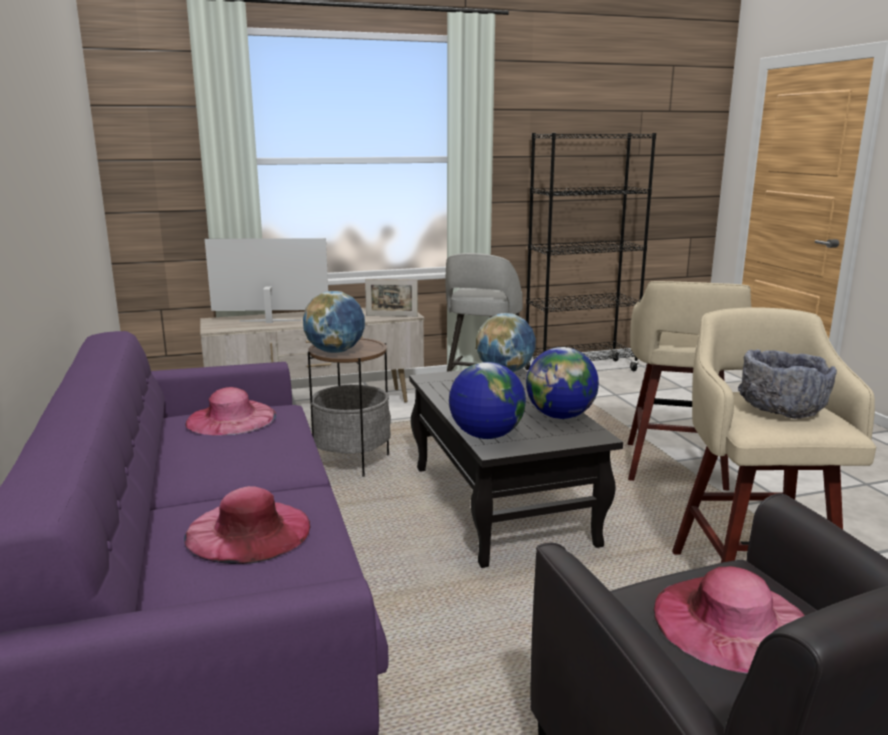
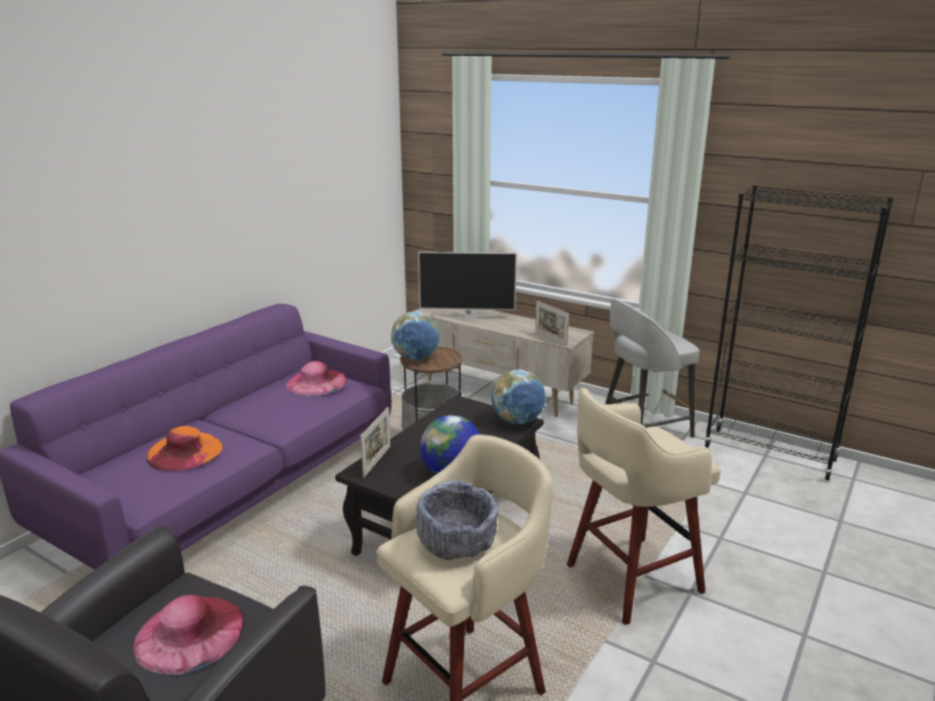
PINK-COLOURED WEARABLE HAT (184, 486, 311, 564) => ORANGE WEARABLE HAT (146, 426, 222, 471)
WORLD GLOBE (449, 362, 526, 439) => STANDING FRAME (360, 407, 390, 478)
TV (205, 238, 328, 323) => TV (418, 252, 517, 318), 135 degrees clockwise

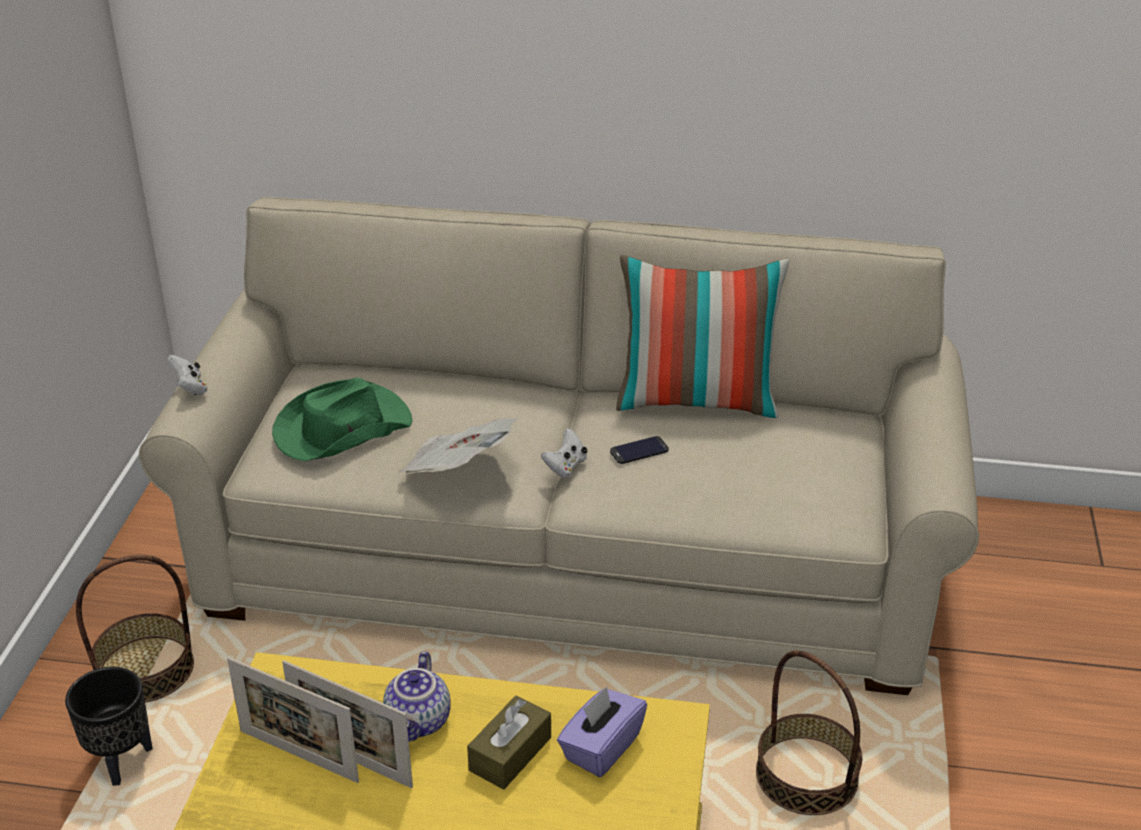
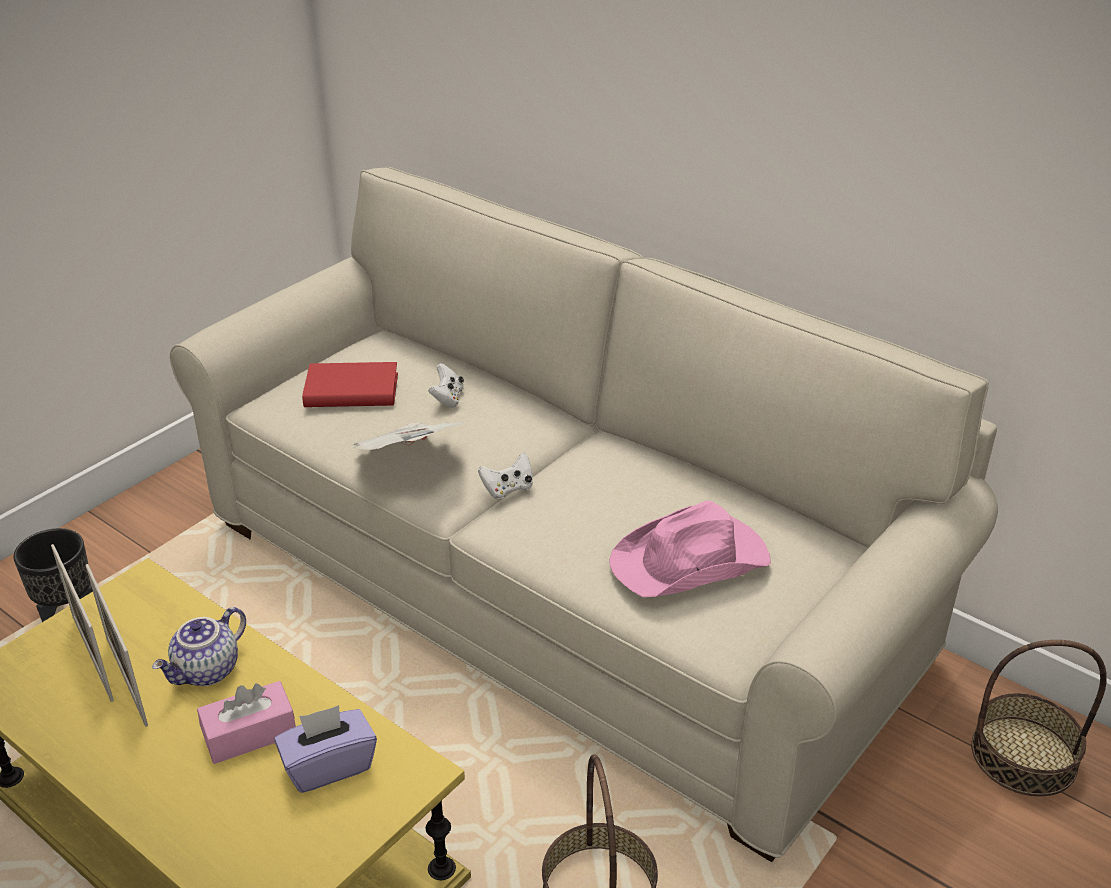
BROWNISH TISSUE BOX (467, 695, 551, 789) => PINK-COLOURED TISSUE BOX (197, 681, 296, 764)
GREEN WEARABLE HAT (272, 377, 412, 461) => REDDISH BOOK (302, 362, 398, 407)
WHITE-COLOURED GAMEPAD (167, 355, 207, 395) => WHITE-COLOURED GAMEPAD (429, 363, 464, 408), moved
nothing => PINK-COLOURED WEARABLE HAT (609, 500, 771, 597)
STORAGE BASKET (76, 555, 194, 703) => STORAGE BASKET (971, 640, 1107, 797), moved
TELEPHONE (610, 436, 669, 464) => nothing
THROW PILLOW (616, 255, 789, 418) => nothing

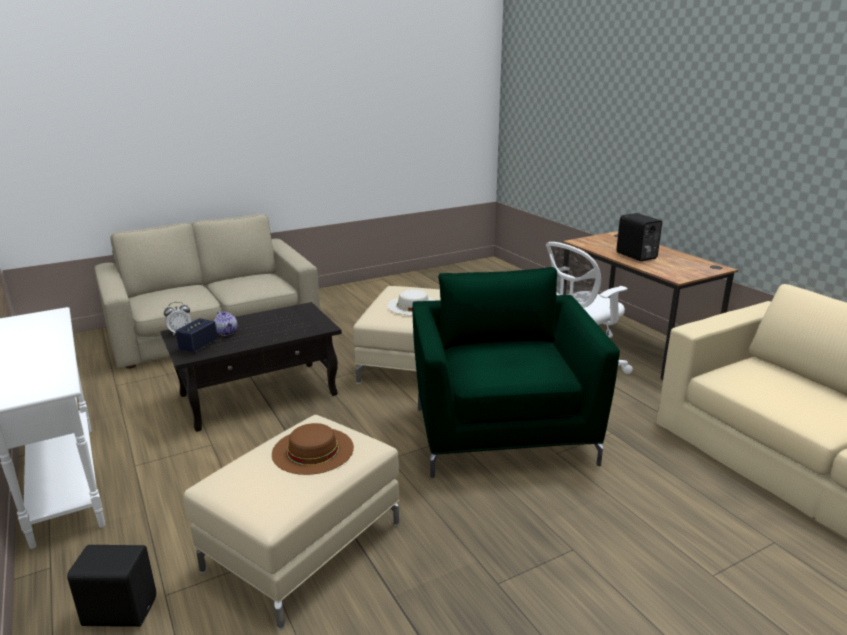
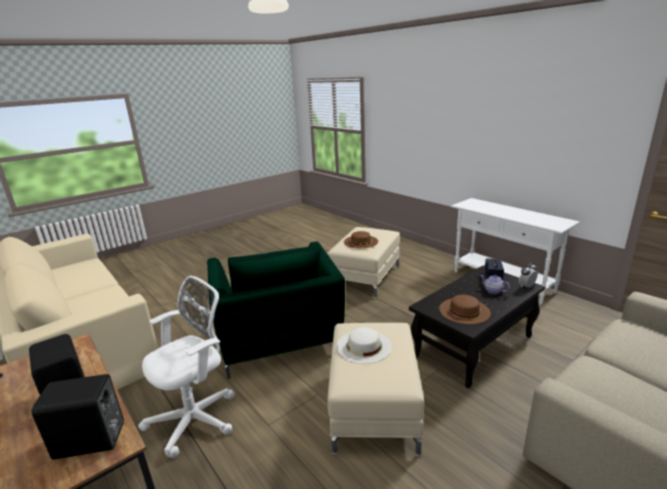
BLACKISH AUDIO SPEAKER (67, 545, 156, 627) => BLACKISH AUDIO SPEAKER (32, 374, 124, 460), moved
nothing => BROWNISH WEARABLE HAT (439, 295, 491, 324)

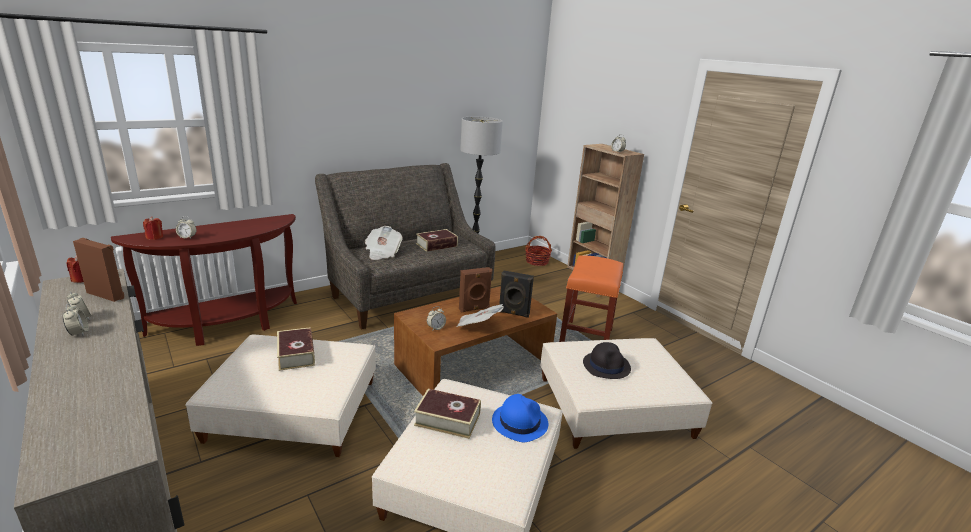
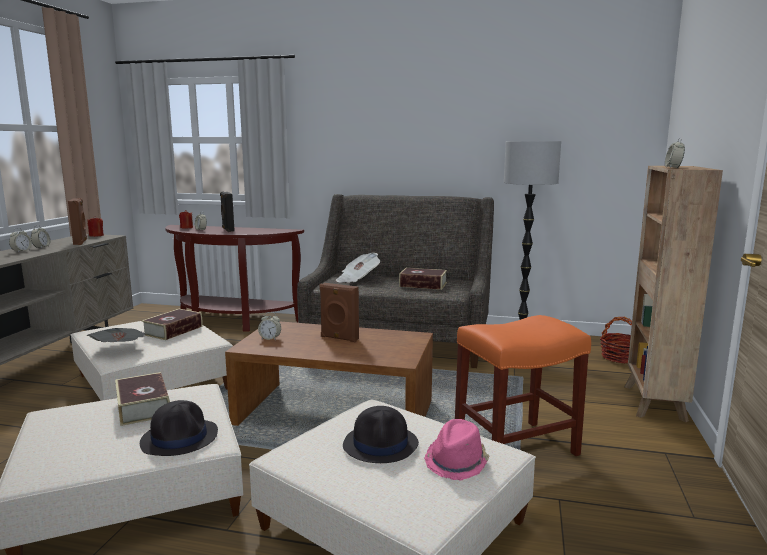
PRINTED PAPER (456, 304, 504, 327) => PRINTED PAPER (86, 328, 146, 342), moved
BLUE-COLOURED WEARABLE HAT (492, 394, 548, 442) => BLACKISH WEARABLE HAT (140, 400, 218, 456)
BLACKISH AUDIO SPEAKER (499, 271, 534, 318) => BLACKISH AUDIO SPEAKER (220, 192, 235, 232), moved
nothing => PINK-COLOURED WEARABLE HAT (424, 419, 489, 480)

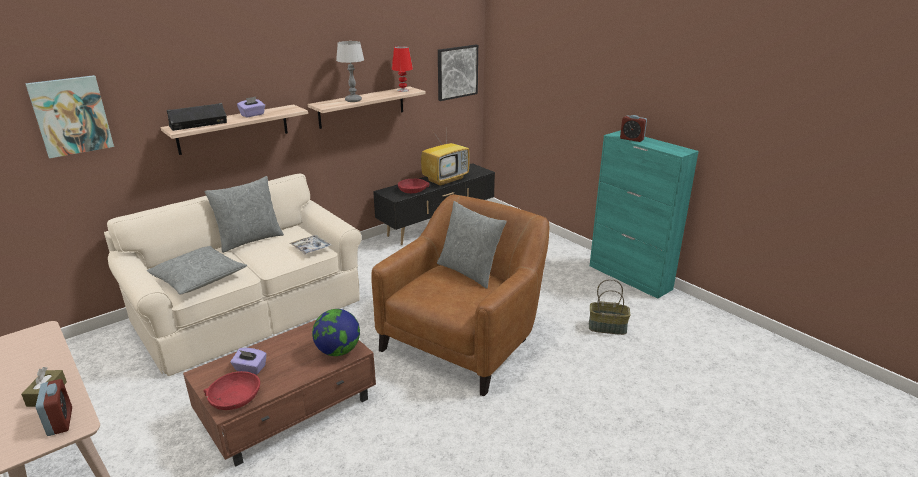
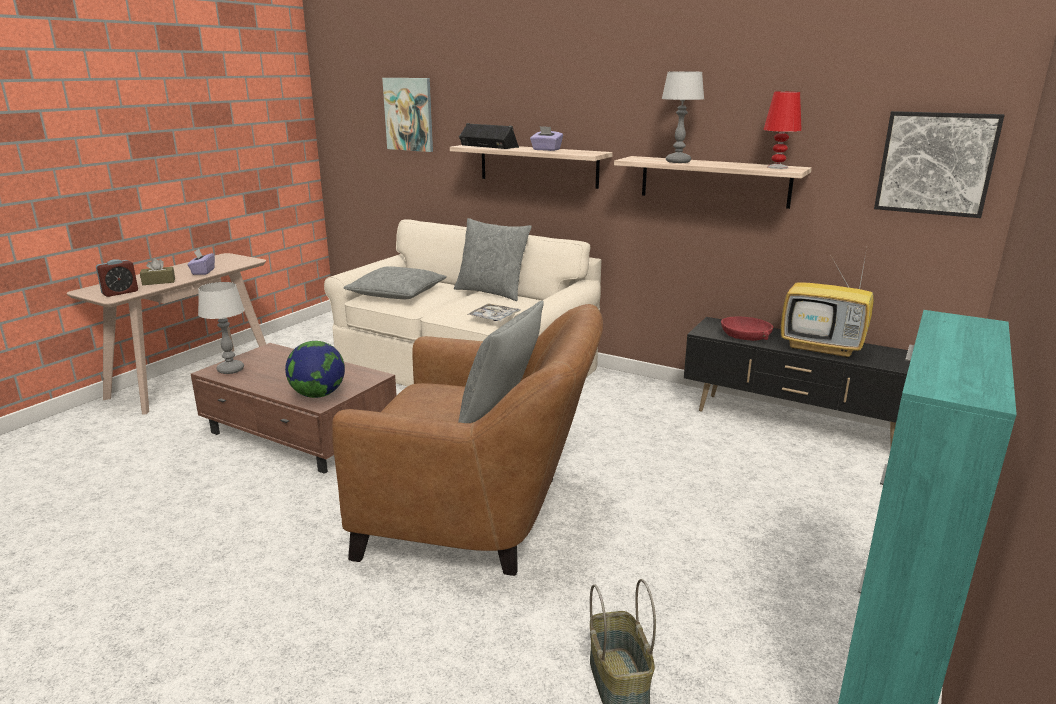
PURPLE TISSUE BOX (230, 348, 267, 374) => PURPLE TISSUE BOX (188, 249, 215, 275), moved
REDDISH SERVING BOWL (204, 371, 260, 410) => LAMP FOR A TABLE (198, 282, 244, 374)
ALARM CLOCK (620, 115, 647, 142) => nothing

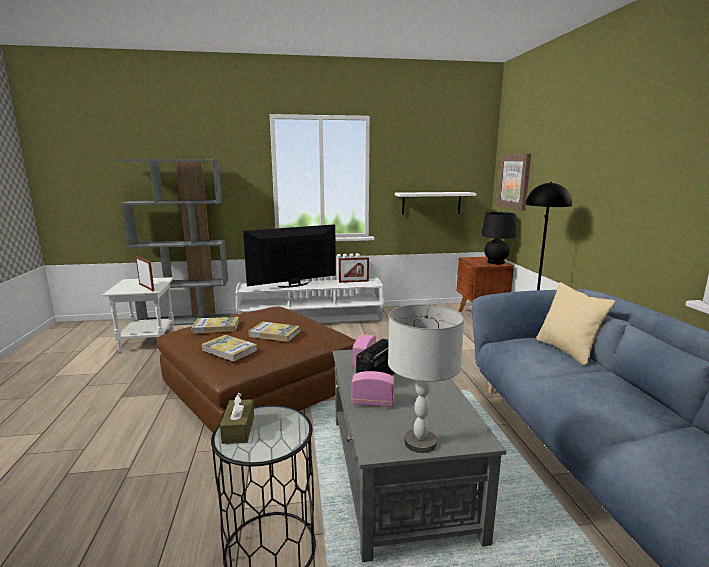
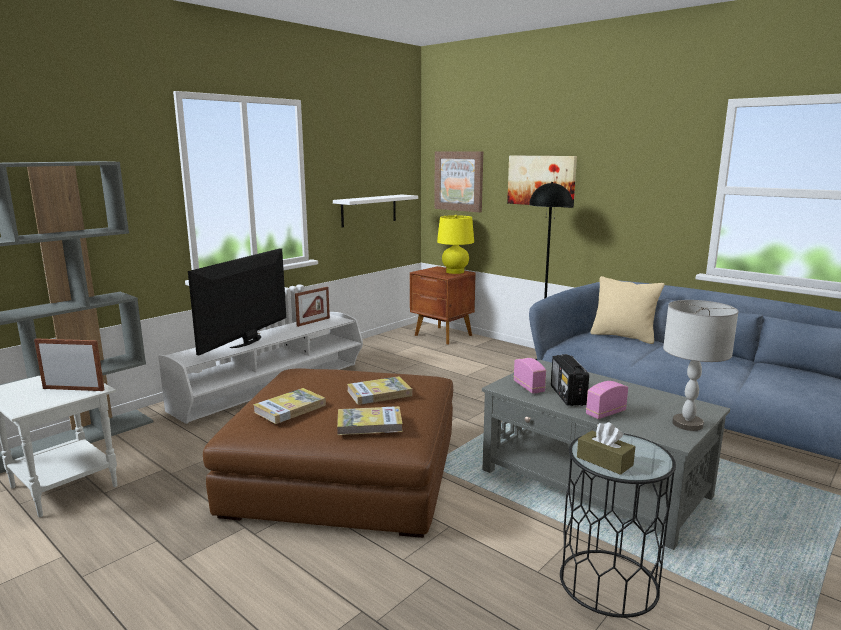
BLACKISH LAMP FOR A TABLE (481, 211, 516, 264) => YELLOW-COLOURED LAMP FOR A TABLE (437, 215, 474, 274)
nothing => PICTURE (507, 156, 577, 208)

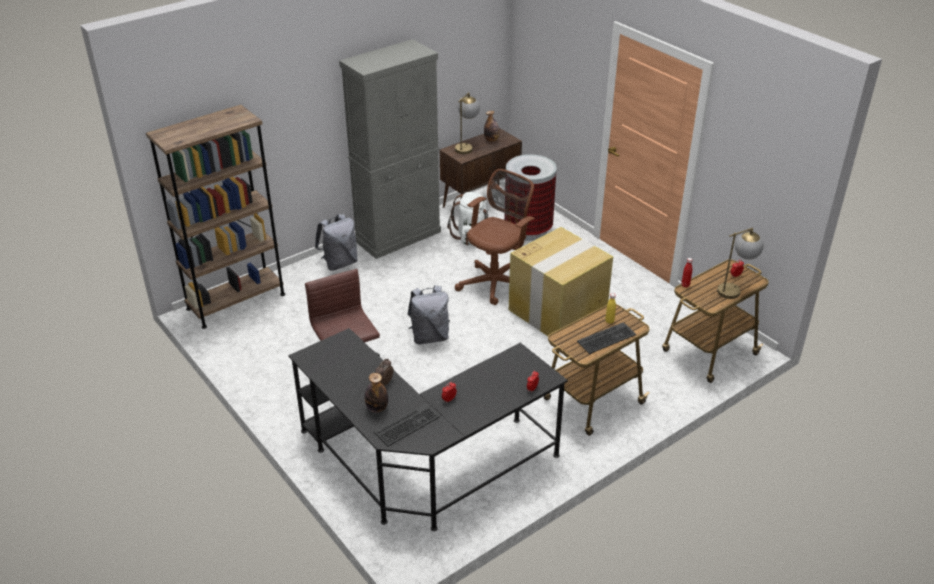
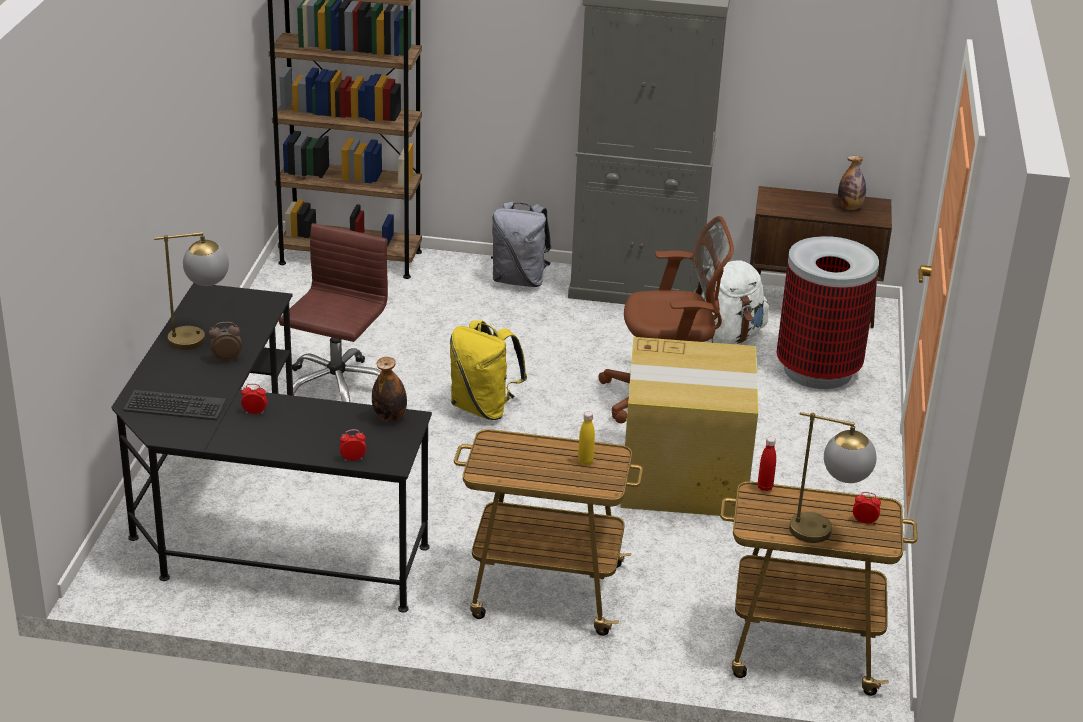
LAMP FOR A TABLE (455, 92, 480, 154) => LAMP FOR A TABLE (154, 232, 229, 350), moved
BEVERAGE BOTTLE (364, 373, 388, 413) => BEVERAGE BOTTLE (372, 357, 407, 422), moved
GRAY RUCKSACK (408, 285, 450, 345) => YELLOW-COLOURED RUCKSACK (450, 320, 527, 420)
COMPUTER KEYBOARD (577, 322, 636, 354) => nothing

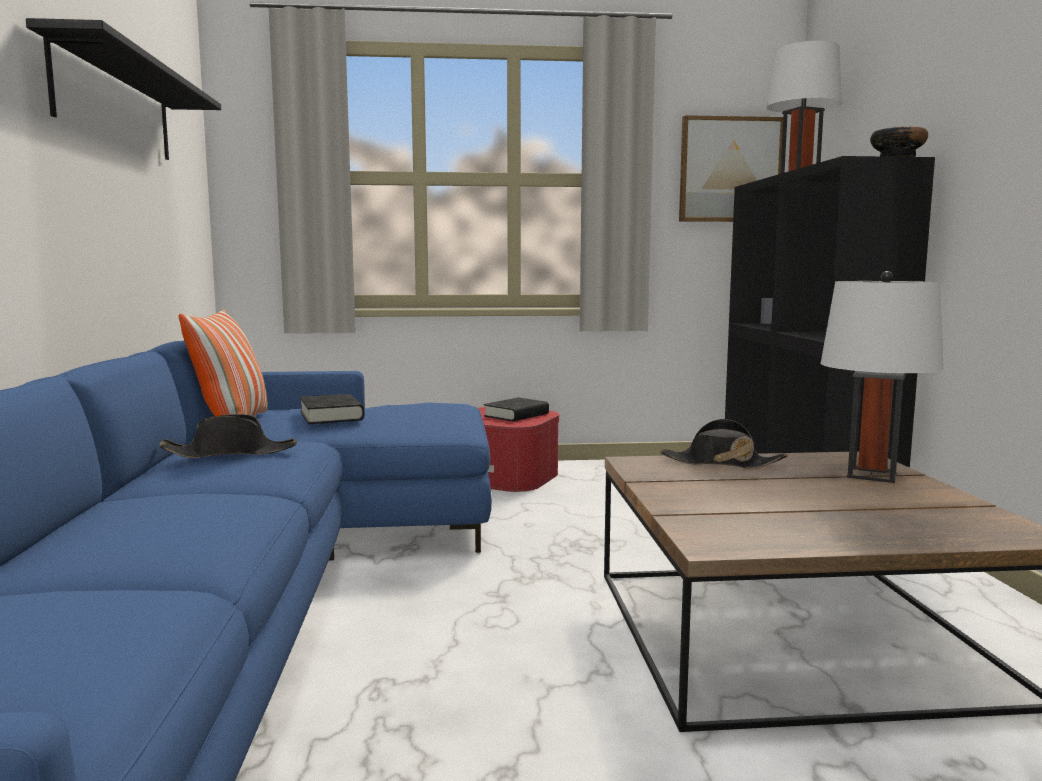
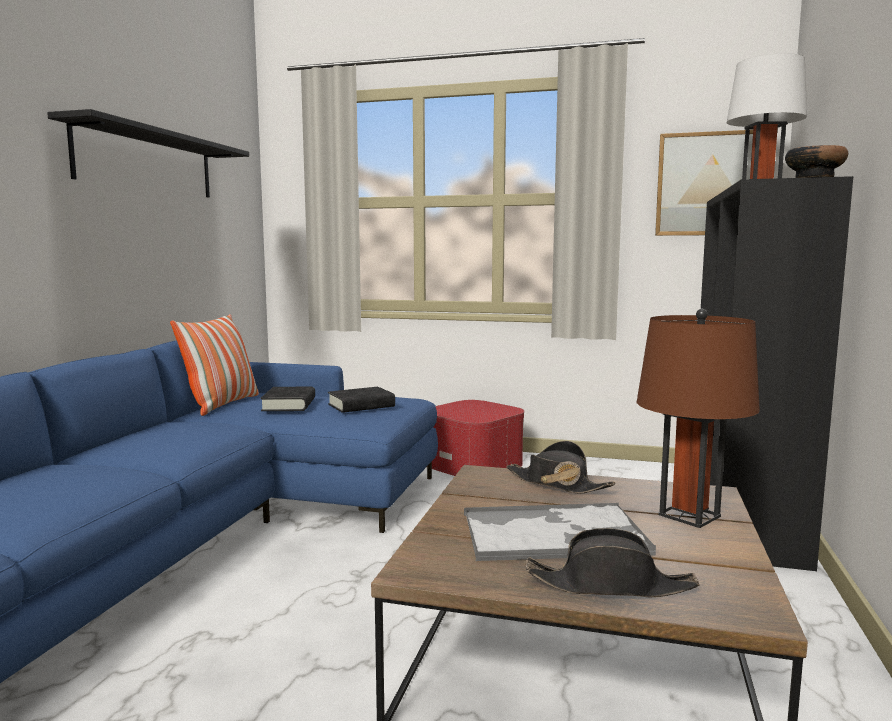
BLACKISH BOOK (484, 398, 549, 421) => BLACKISH BOOK (328, 387, 395, 413), moved
nothing => TRAY (464, 503, 656, 561)
BLACKISH WEARABLE HAT (159, 414, 297, 458) => BLACKISH WEARABLE HAT (525, 528, 700, 598), moved
WHITE-COLOURED LAMP FOR A TABLE (820, 271, 944, 483) => BROWNISH LAMP FOR A TABLE (637, 309, 760, 528)

